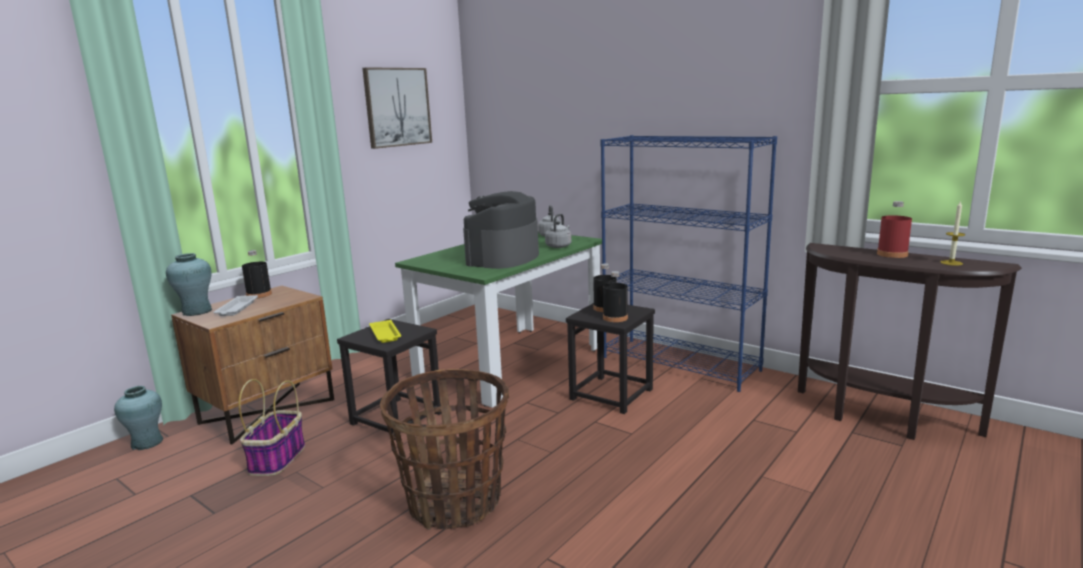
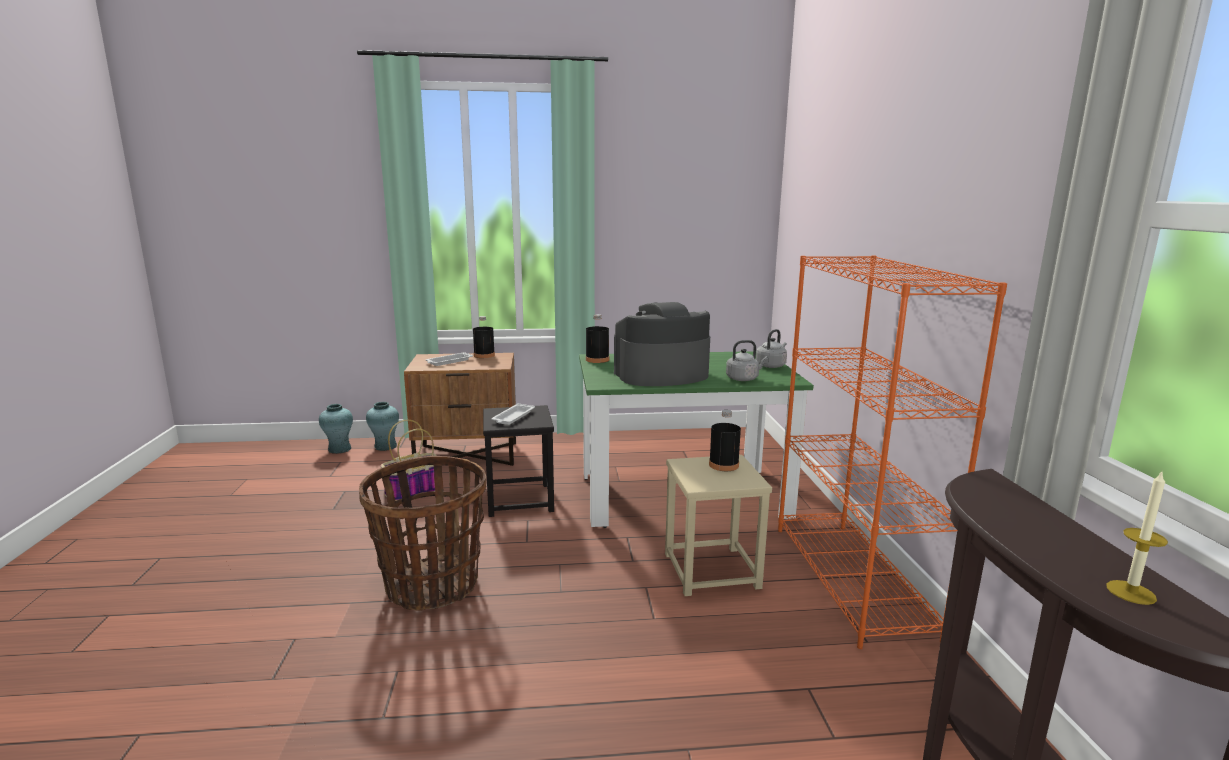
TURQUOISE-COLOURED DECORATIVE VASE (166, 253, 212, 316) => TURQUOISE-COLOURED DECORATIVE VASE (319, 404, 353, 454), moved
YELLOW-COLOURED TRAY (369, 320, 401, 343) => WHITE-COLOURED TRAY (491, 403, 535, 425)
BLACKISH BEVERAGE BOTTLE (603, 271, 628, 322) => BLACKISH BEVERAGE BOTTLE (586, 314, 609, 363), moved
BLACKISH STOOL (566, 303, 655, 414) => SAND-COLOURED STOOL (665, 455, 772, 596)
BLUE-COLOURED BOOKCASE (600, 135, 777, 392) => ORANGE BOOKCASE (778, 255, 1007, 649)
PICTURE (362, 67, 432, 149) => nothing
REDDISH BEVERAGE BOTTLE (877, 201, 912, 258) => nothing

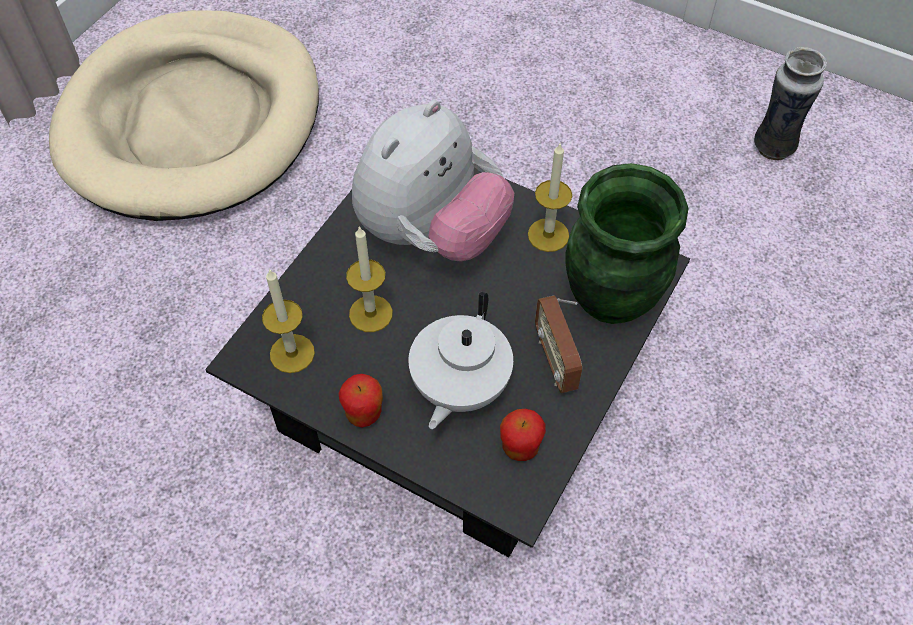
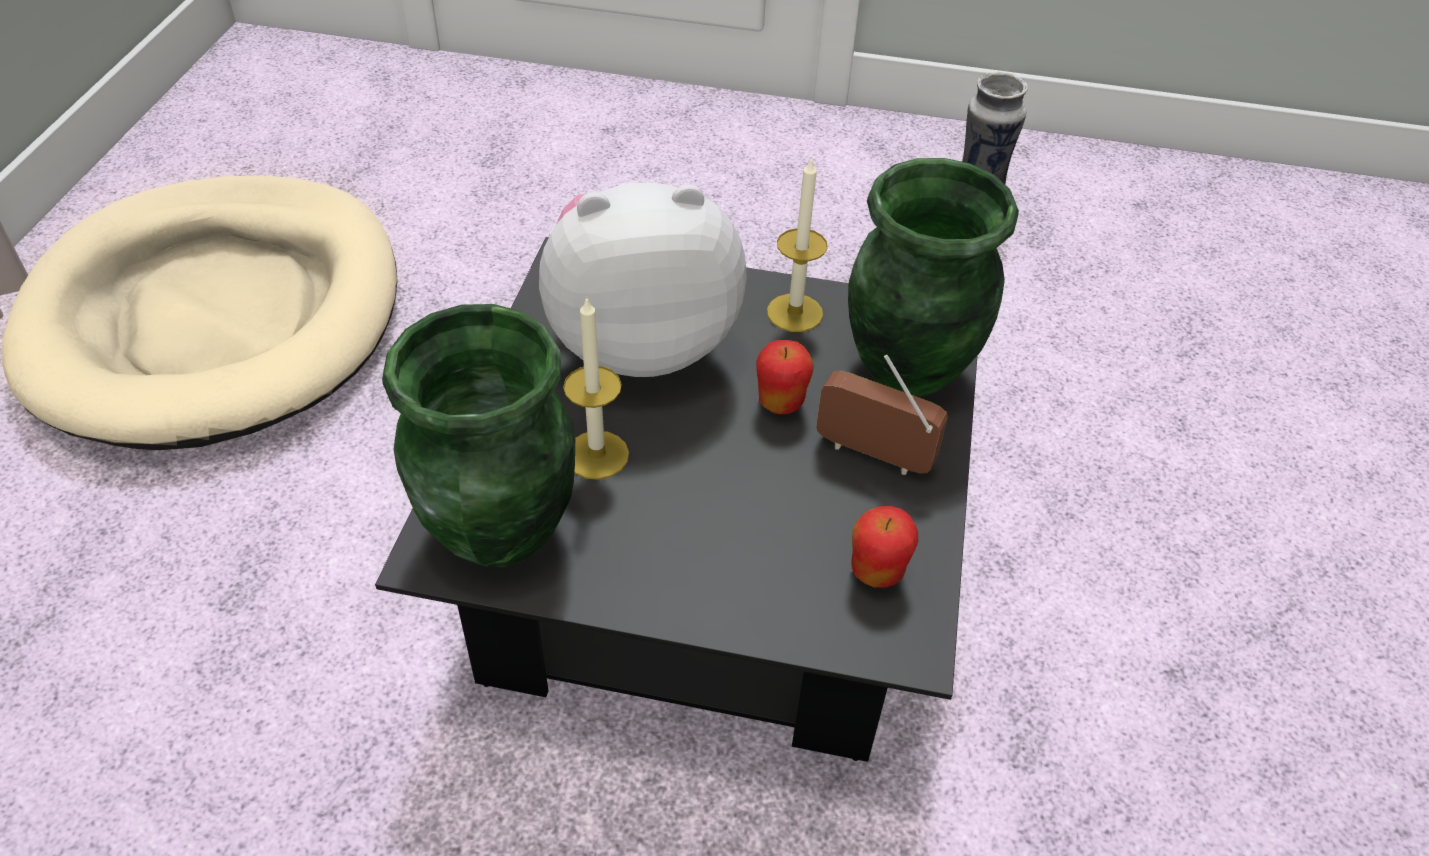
WAX LIGHT (262, 269, 315, 373) => GREEN DECORATIVE VASE (382, 304, 575, 568)
PLUSH TOY (352, 100, 514, 261) => PLUSH TOY (539, 183, 747, 377), 120 degrees counterclockwise
APPLE FRUIT (339, 374, 383, 428) => APPLE FRUIT (756, 340, 814, 414), moved
RADIO RECEIVER (535, 295, 582, 393) => RADIO RECEIVER (816, 355, 948, 475), 150 degrees clockwise
WHITE-COLOURED TEA POT (408, 292, 513, 429) => nothing

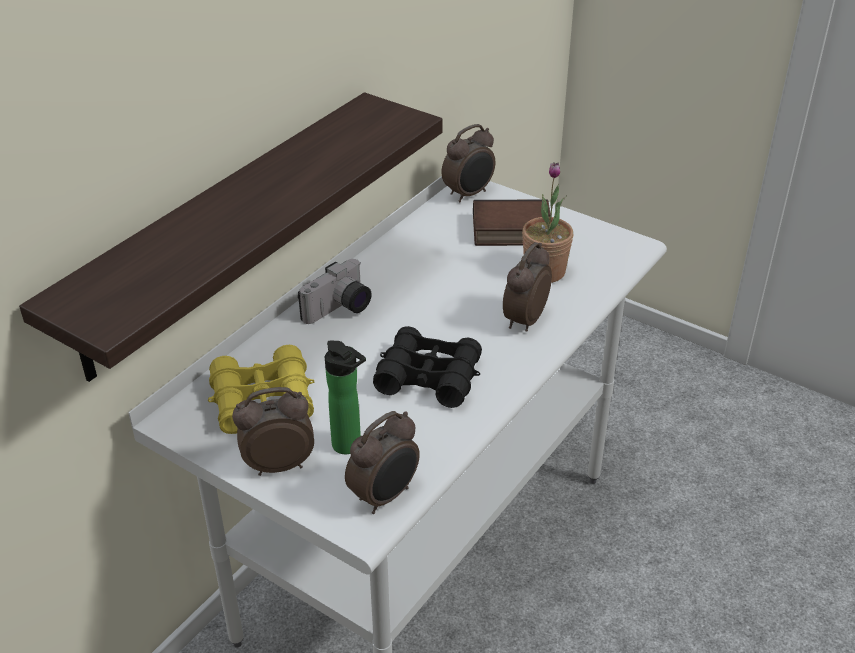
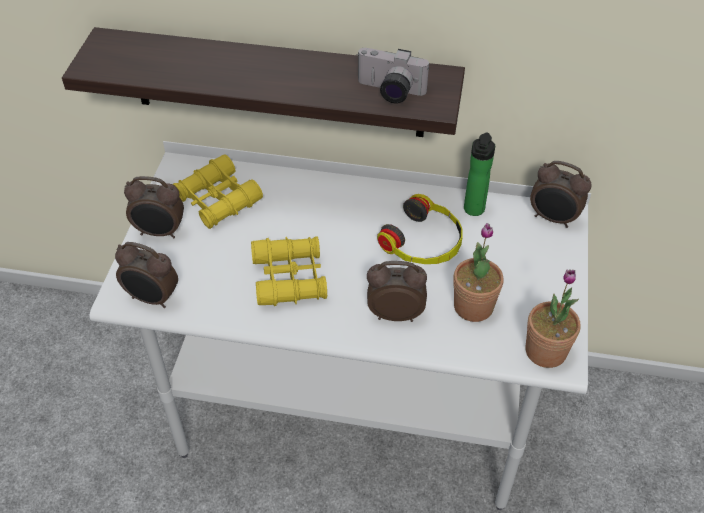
ALARM CLOCK (232, 387, 314, 476) => ALARM CLOCK (124, 176, 184, 238), 135 degrees clockwise
BLACKISH FIELD GLASSES (373, 326, 482, 408) => YELLOW-COLOURED FIELD GLASSES (251, 236, 327, 306)
PHOTO CAMERA (298, 259, 372, 324) => PHOTO CAMERA (357, 48, 429, 104), moved
nothing => PAIR OF HEADPHONES (377, 194, 463, 264)
BEVERAGE BOTTLE (325, 340, 366, 454) => BEVERAGE BOTTLE (464, 132, 495, 216), moved
nothing => PLANT IN A POT (525, 269, 581, 368)
BOOK (473, 200, 550, 246) => nothing

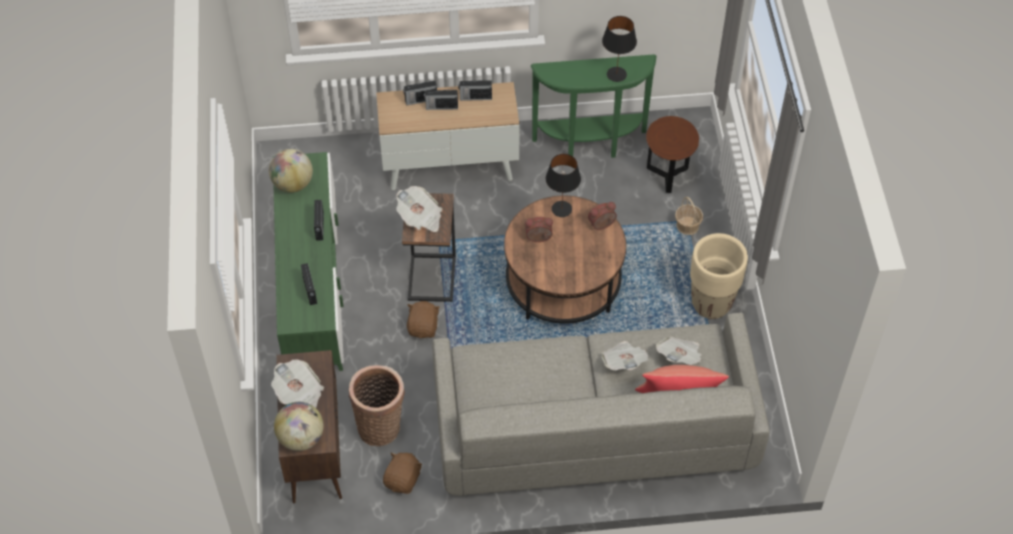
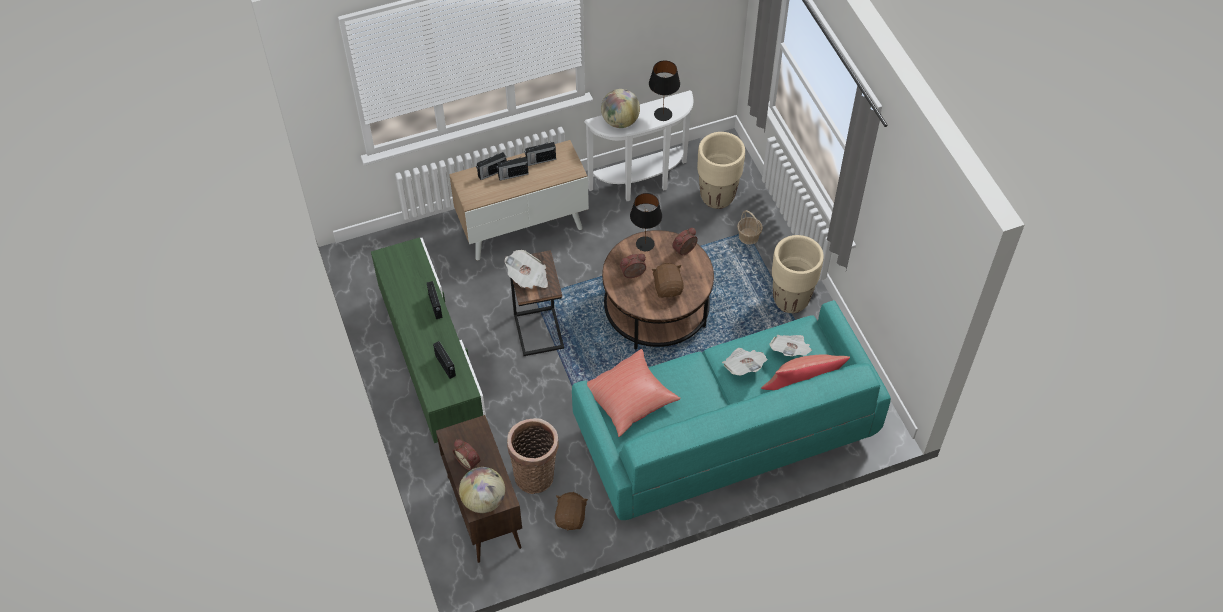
PRINTED PAPER (271, 360, 324, 408) => ALARM CLOCK (453, 439, 480, 470)
GRAY COUCH (432, 313, 770, 496) => TURQUOISE-COLOURED COUCH (572, 300, 891, 520)
GREEN HALL TABLE (530, 54, 656, 158) => WHITE-COLOURED HALL TABLE (584, 90, 693, 201)
nothing => REDDISH THROW PILLOW (587, 349, 681, 437)
WORLD GLOBE (269, 149, 313, 193) => WORLD GLOBE (601, 89, 640, 128), moved
BROWNISH PLUSH TOY (407, 301, 440, 338) => BROWNISH PLUSH TOY (651, 263, 684, 298), moved
BROWNISH SIDE TABLE (646, 116, 699, 193) => SAND-COLOURED PLANTER (697, 132, 745, 209)

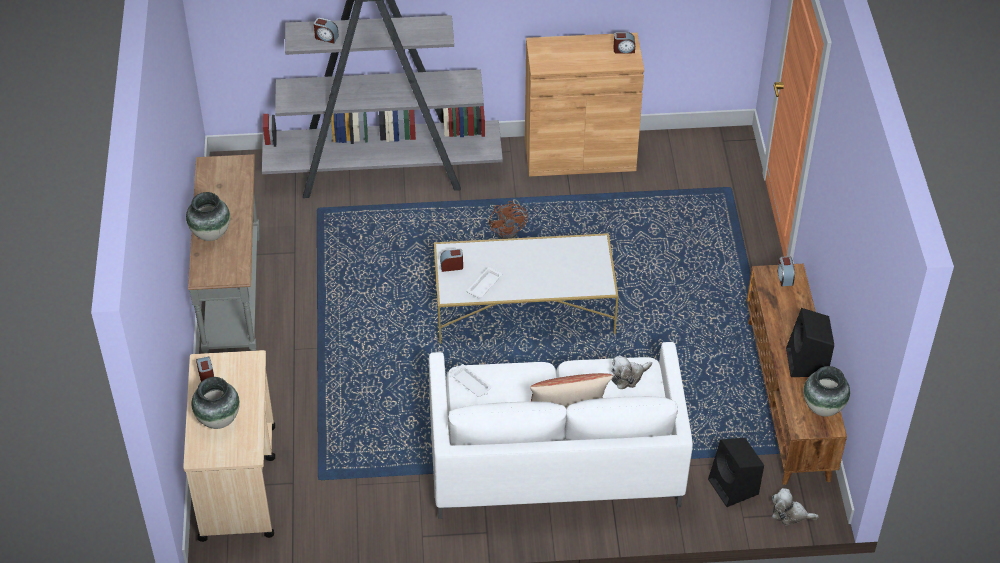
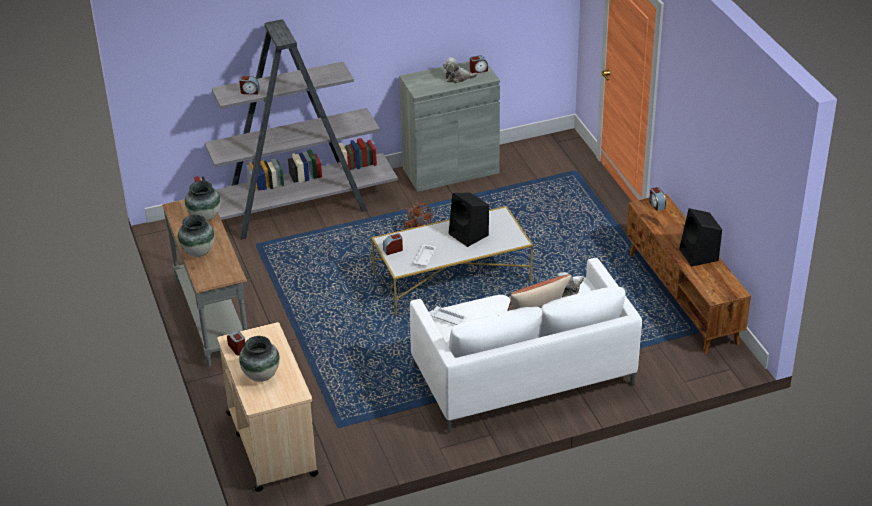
DECORATIVE VASE (803, 366, 850, 417) => DECORATIVE VASE (185, 181, 221, 221), moved
BROWNISH CABINET (525, 33, 644, 177) => GRAY CABINET (399, 61, 500, 192)
PLUSH TOY (772, 488, 819, 525) => PLUSH TOY (443, 57, 478, 83), moved
BLACKISH AUDIO SPEAKER (708, 438, 764, 507) => BLACKISH AUDIO SPEAKER (449, 192, 489, 247), moved

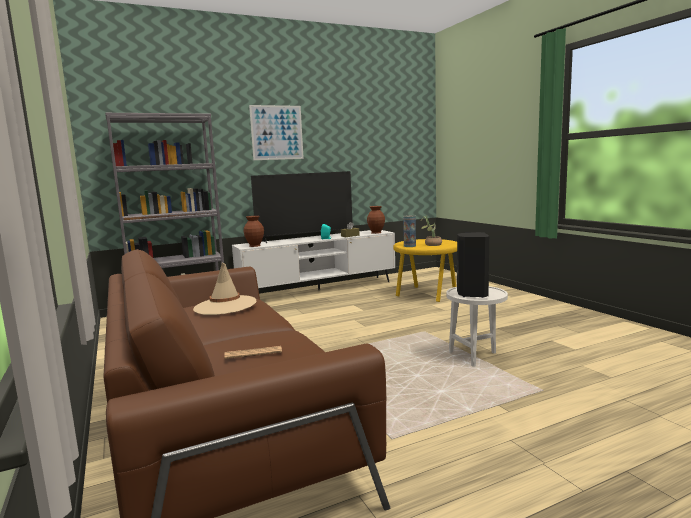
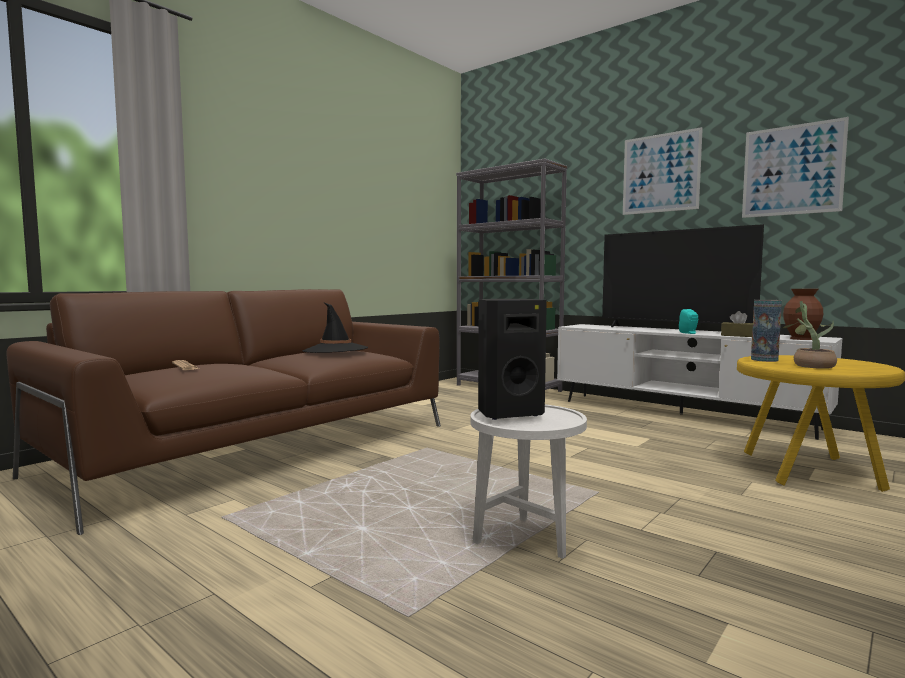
SAND-COLOURED WEARABLE HAT (193, 263, 256, 315) => BLACKISH WEARABLE HAT (303, 303, 368, 353)
nothing => PICTURE (742, 117, 849, 218)
BROWNISH DECORATIVE VASE (244, 216, 264, 247) => nothing

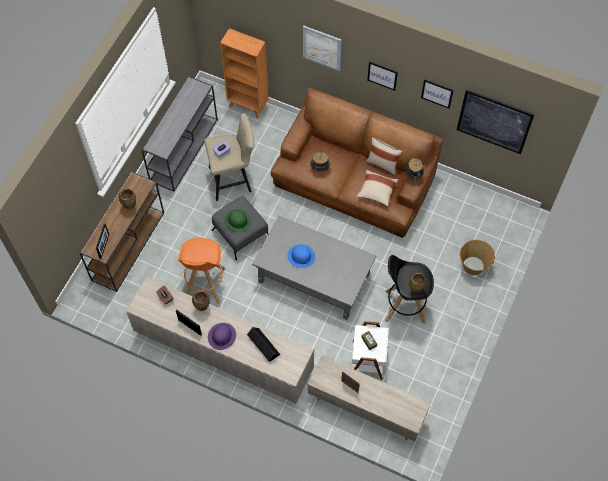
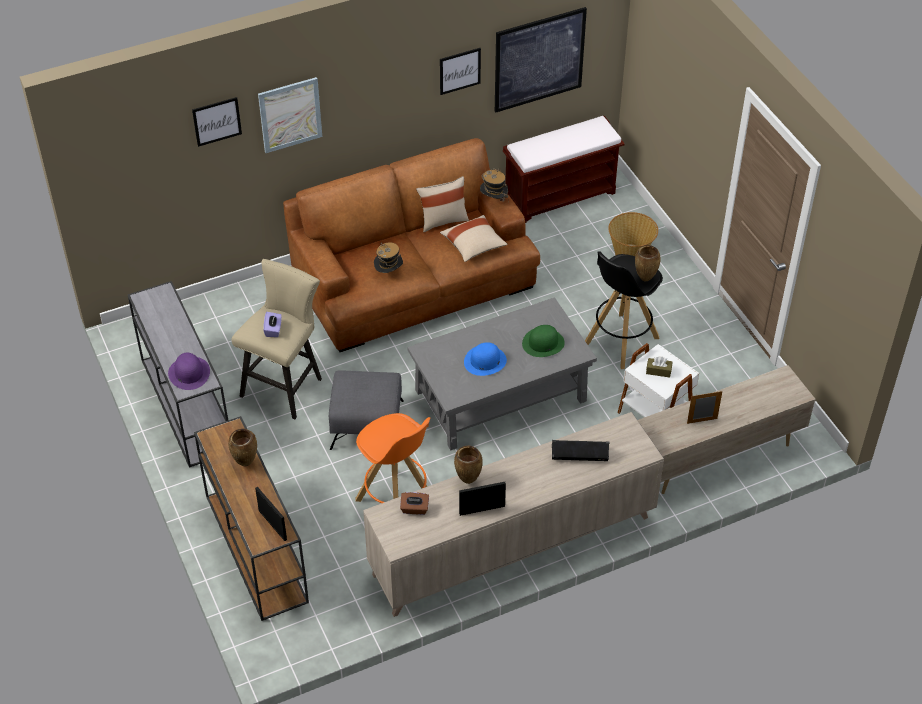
PURPLE WEARABLE HAT (208, 323, 236, 350) => PURPLE WEARABLE HAT (168, 353, 210, 390), moved
PICTURE (367, 62, 398, 91) => PICTURE (192, 97, 242, 147), moved
nothing => BROWNISH LONG SEAT (503, 116, 625, 223)
GREEN WEARABLE HAT (225, 209, 252, 232) => GREEN WEARABLE HAT (522, 325, 565, 357), moved
ORANGE BOOKCASE (220, 28, 269, 118) => nothing

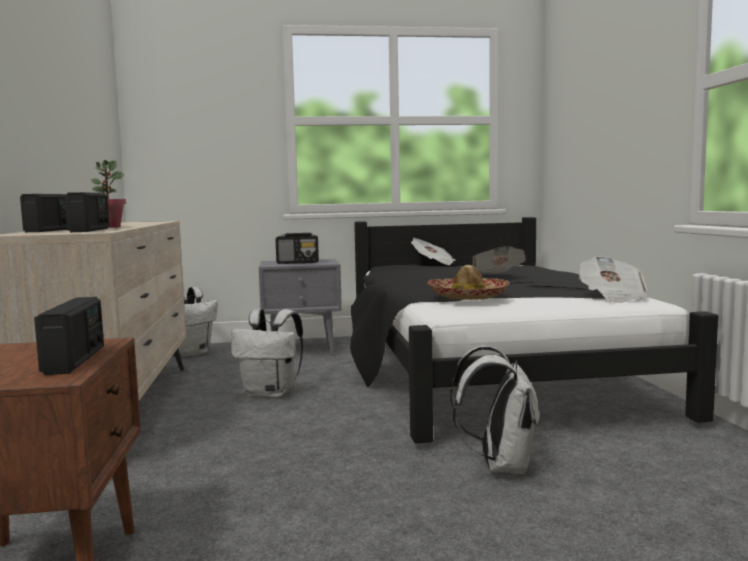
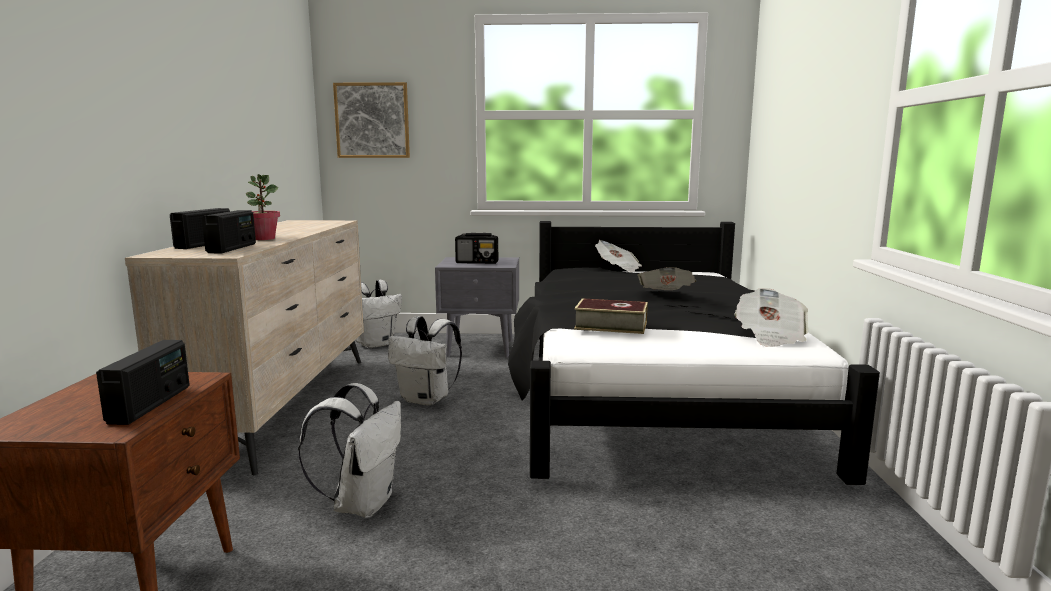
WHITE-COLOURED RUCKSACK (450, 346, 539, 475) => WHITE-COLOURED RUCKSACK (298, 383, 401, 518), moved
nothing => PICTURE (333, 82, 410, 158)
WEARABLE HAT (427, 265, 510, 300) => BOOK (574, 298, 648, 334)

